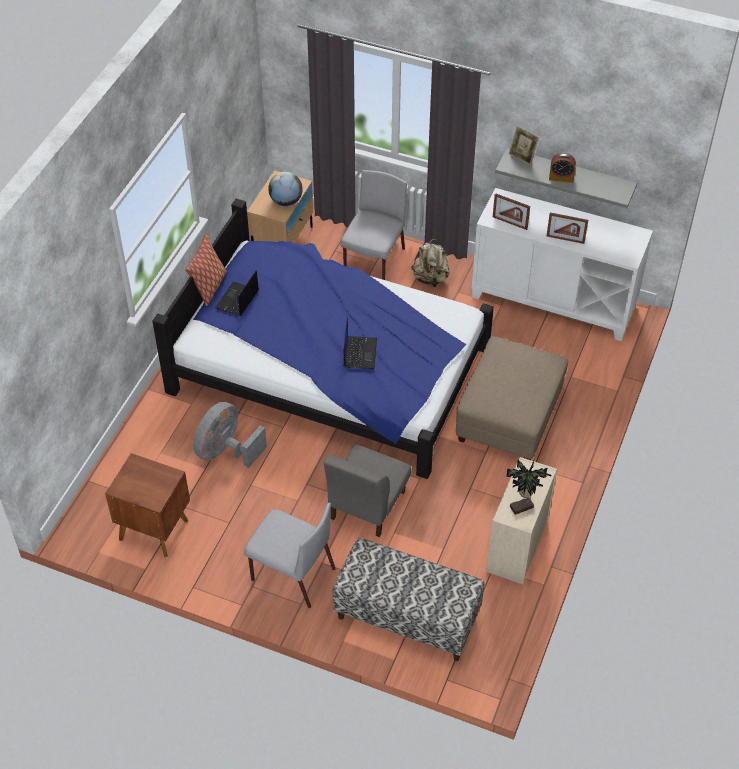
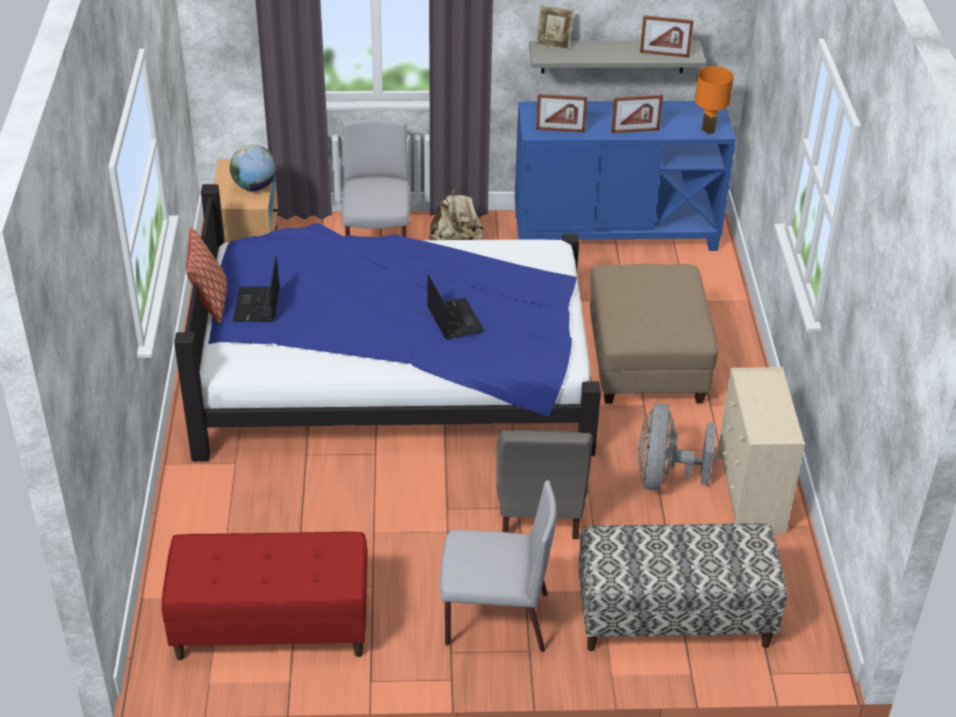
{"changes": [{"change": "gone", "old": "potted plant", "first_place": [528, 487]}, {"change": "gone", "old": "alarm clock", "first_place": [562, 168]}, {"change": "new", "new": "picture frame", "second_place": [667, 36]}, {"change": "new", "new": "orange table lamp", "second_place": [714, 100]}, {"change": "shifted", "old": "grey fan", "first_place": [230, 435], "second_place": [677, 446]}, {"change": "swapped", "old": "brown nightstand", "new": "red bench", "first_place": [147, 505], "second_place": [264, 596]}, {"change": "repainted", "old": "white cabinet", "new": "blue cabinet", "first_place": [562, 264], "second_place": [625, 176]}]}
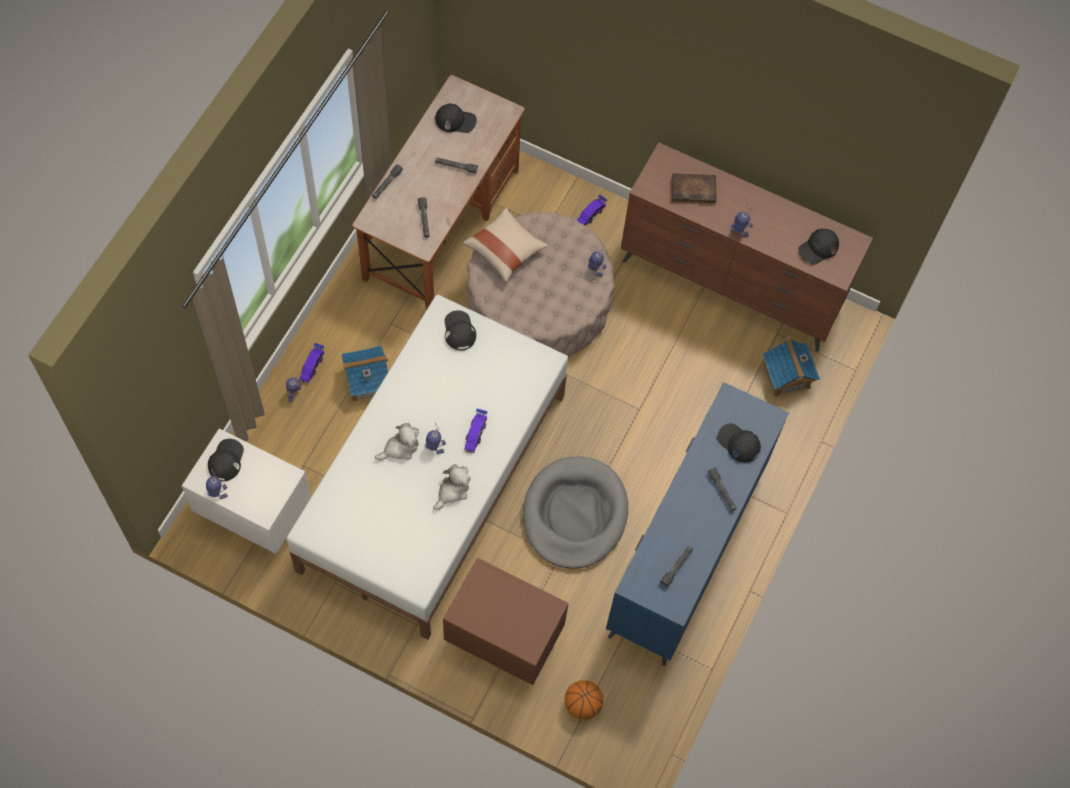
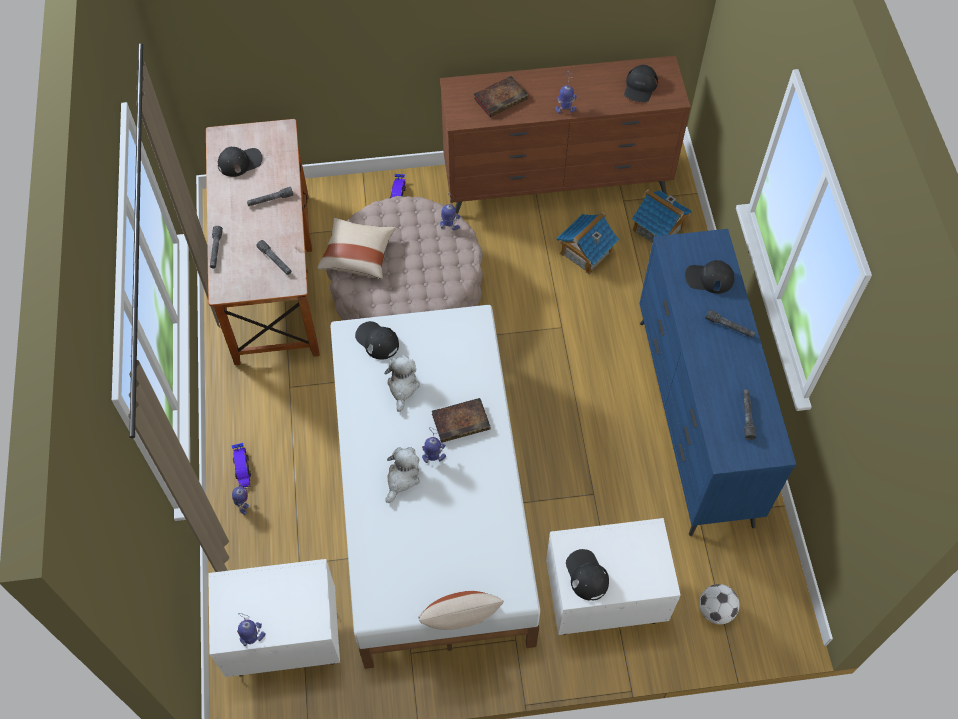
{"changes": [{"change": "gone", "old": "grey dog bed", "first_place": [575, 513]}, {"change": "new", "new": "beige pillow", "second_place": [461, 610]}, {"change": "shifted", "old": "black cap", "first_place": [226, 460], "second_place": [587, 575]}, {"change": "shifted", "old": "toy house", "first_place": [365, 374], "second_place": [587, 243]}, {"change": "shifted", "old": "plush toy", "first_place": [452, 487], "second_place": [402, 383]}, {"change": "swapped", "old": "toy car", "new": "book", "first_place": [476, 430], "second_place": [461, 420]}, {"change": "swapped", "old": "basketball", "new": "football", "first_place": [583, 700], "second_place": [719, 604]}, {"change": "repainted", "old": "brown nightstand", "new": "white nightstand", "first_place": [506, 621], "second_place": [613, 576]}]}
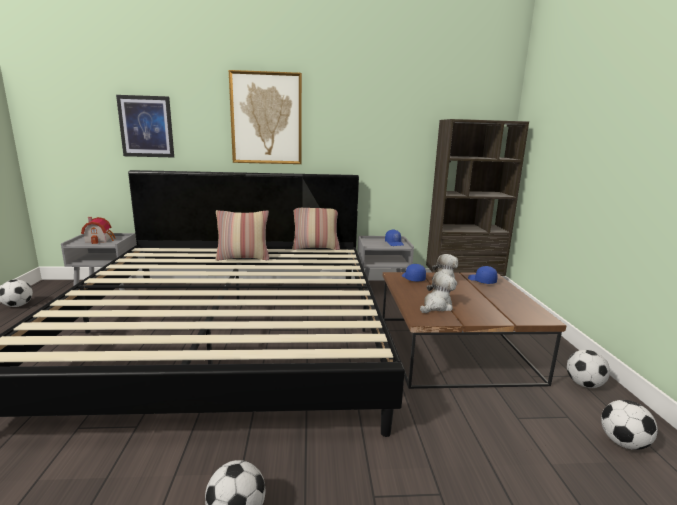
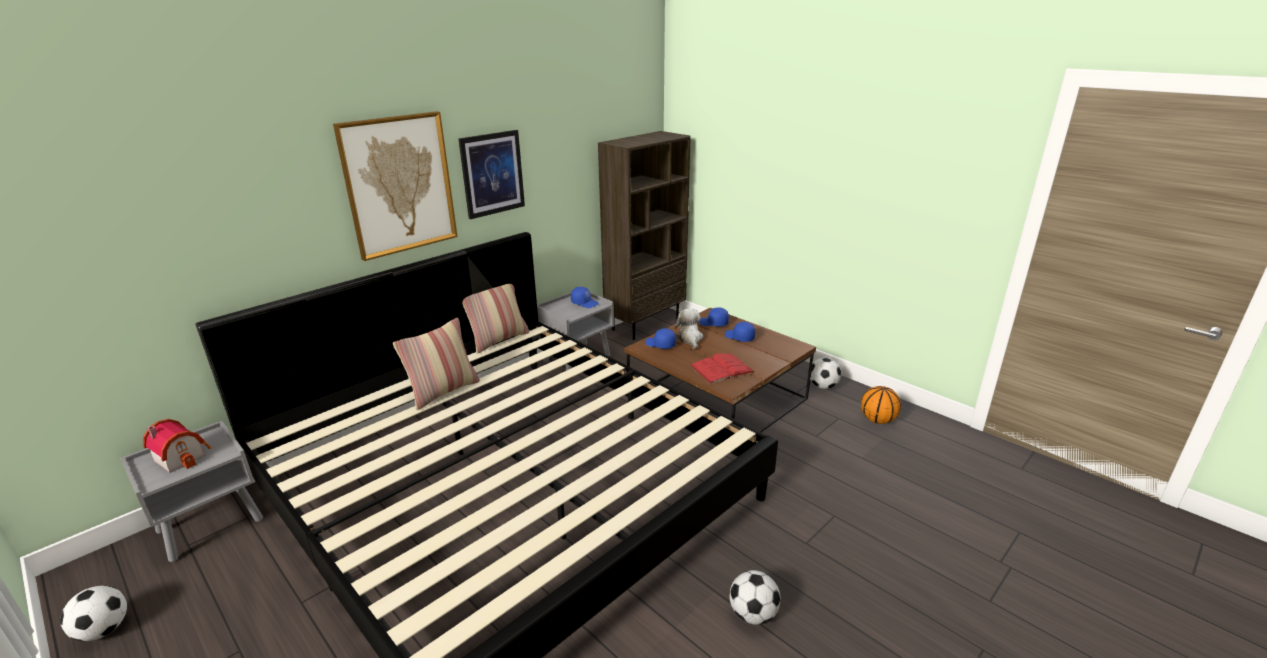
{"changes": [{"change": "new", "new": "blue cap", "second_place": [740, 332]}, {"change": "shifted", "old": "picture", "first_place": [145, 126], "second_place": [492, 174]}, {"change": "swapped", "old": "plush toy", "new": "red book", "first_place": [438, 293], "second_place": [722, 368]}, {"change": "swapped", "old": "football", "new": "basketball", "first_place": [629, 425], "second_place": [881, 405]}]}
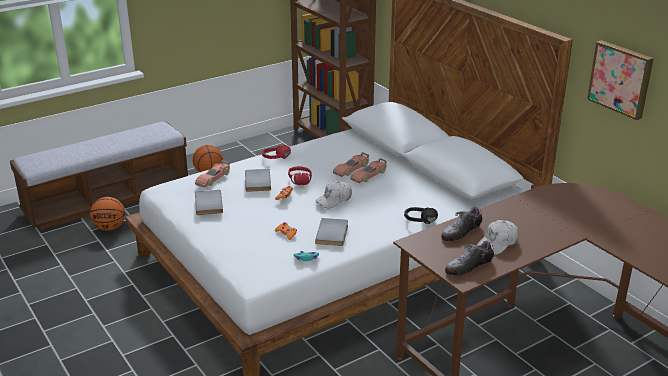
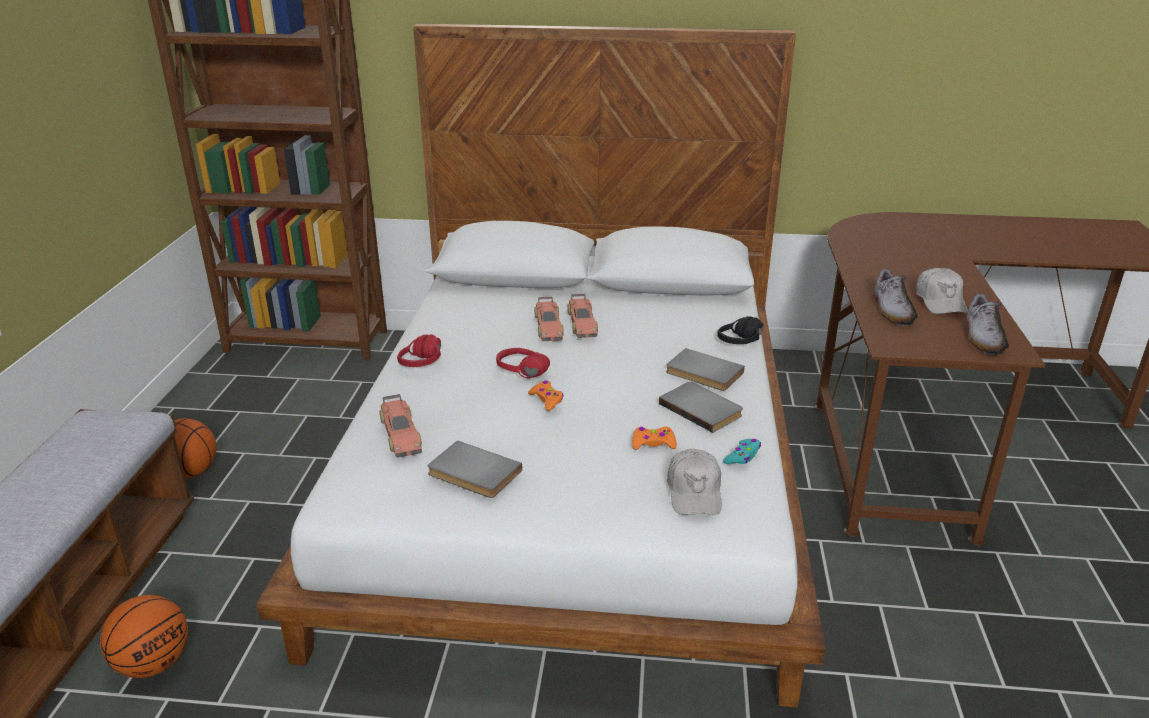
{"changes": [{"change": "gone", "old": "picture", "first_place": [620, 80]}, {"change": "shifted", "old": "grey book", "first_place": [258, 180], "second_place": [705, 369]}, {"change": "shifted", "old": "white cap", "first_place": [334, 195], "second_place": [694, 482]}]}
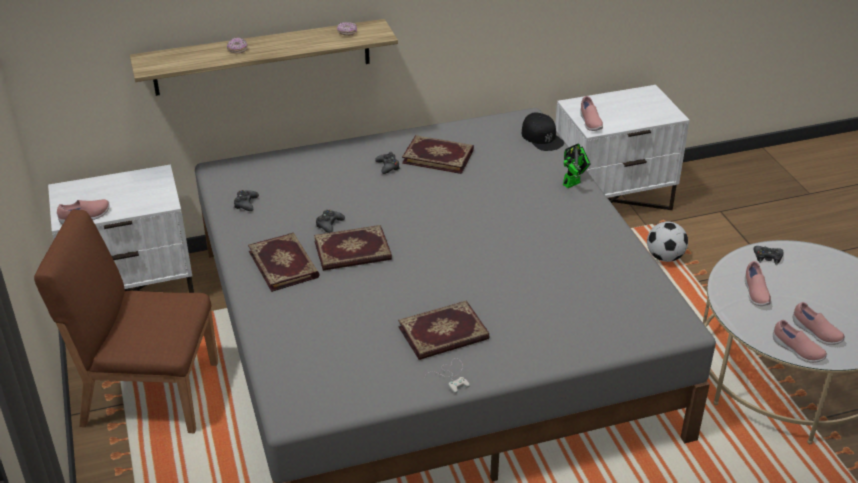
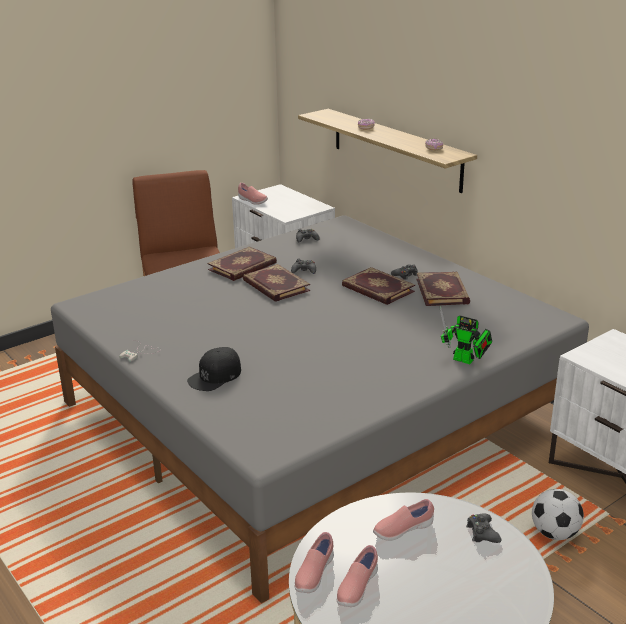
{"changes": [{"change": "gone", "old": "pink shoe", "first_place": [591, 113]}, {"change": "shifted", "old": "book", "first_place": [444, 330], "second_place": [378, 286]}, {"change": "shifted", "old": "black cap", "first_place": [543, 131], "second_place": [214, 369]}]}
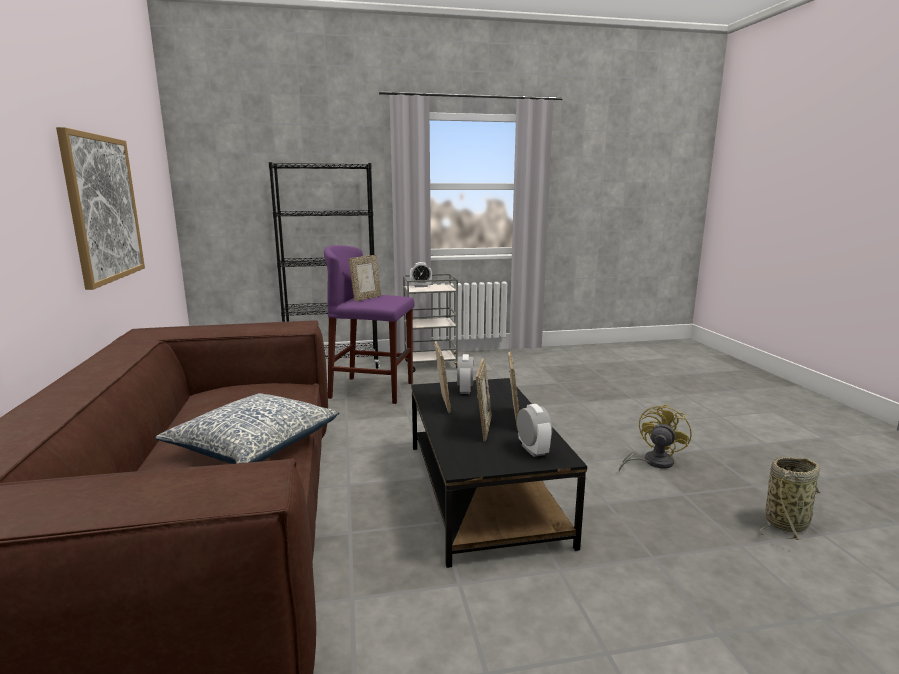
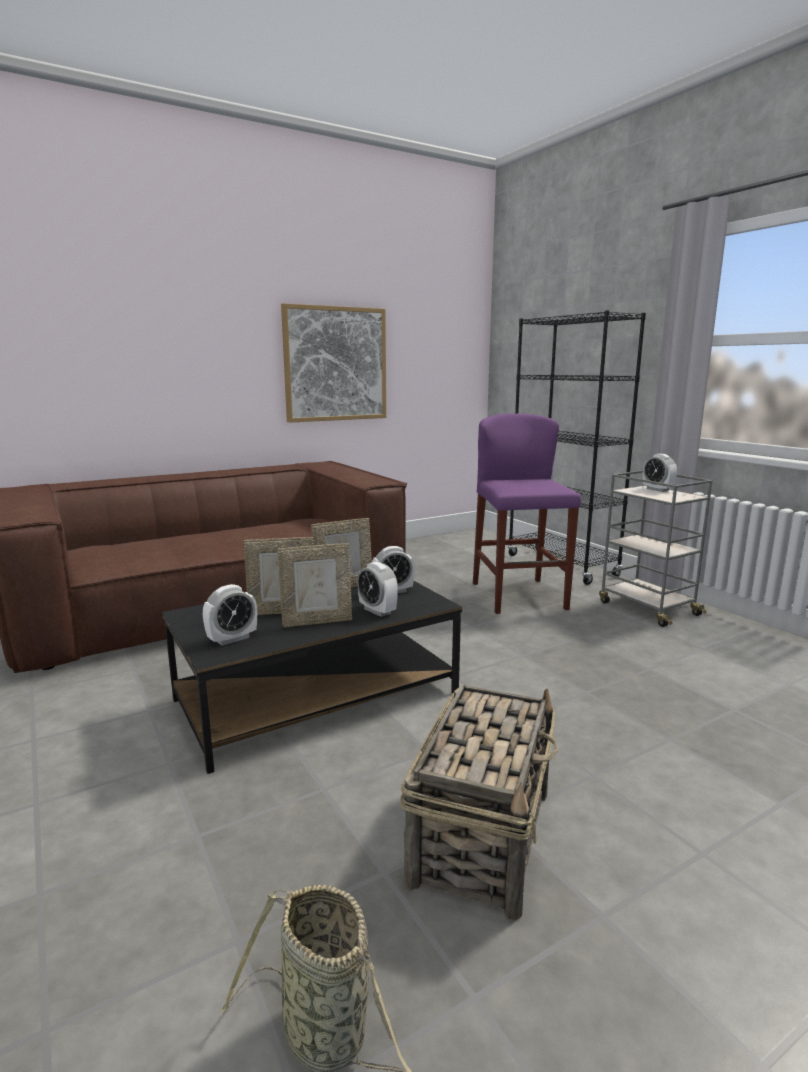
{"changes": [{"change": "gone", "old": "pillow", "first_place": [248, 428]}, {"change": "gone", "old": "picture frame", "first_place": [365, 278]}, {"change": "new", "new": "alarm clock", "second_place": [377, 589]}, {"change": "swapped", "old": "yellow fan", "new": "basket", "first_place": [655, 437], "second_place": [479, 802]}]}
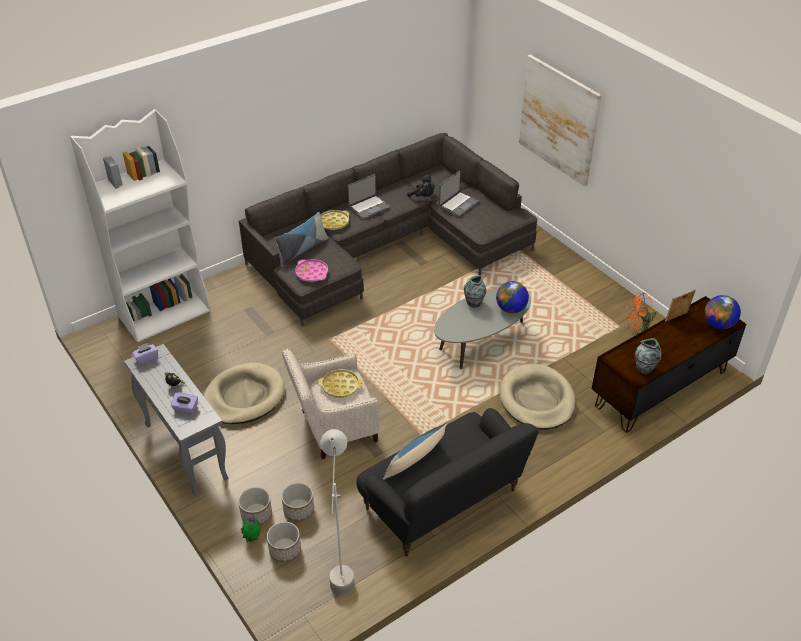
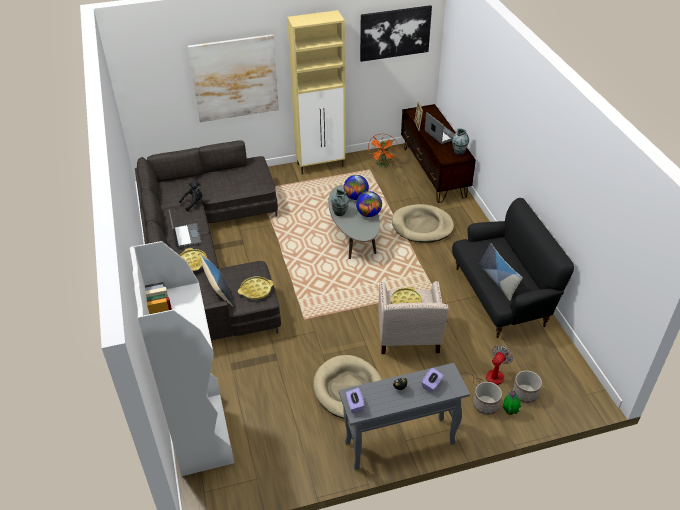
{"changes": [{"change": "gone", "old": "grey floor lamp", "first_place": [337, 512]}, {"change": "new", "new": "beige cabinet", "second_place": [316, 92]}, {"change": "new", "new": "picture", "second_place": [396, 33]}, {"change": "shifted", "old": "laptop", "first_place": [459, 194], "second_place": [439, 128]}, {"change": "shifted", "old": "globe", "first_place": [723, 312], "second_place": [369, 204]}, {"change": "swapped", "old": "planter", "new": "fan", "first_place": [297, 502], "second_place": [487, 365]}, {"change": "repainted", "old": "pink tray", "new": "yellow tray", "first_place": [311, 270], "second_place": [256, 288]}]}
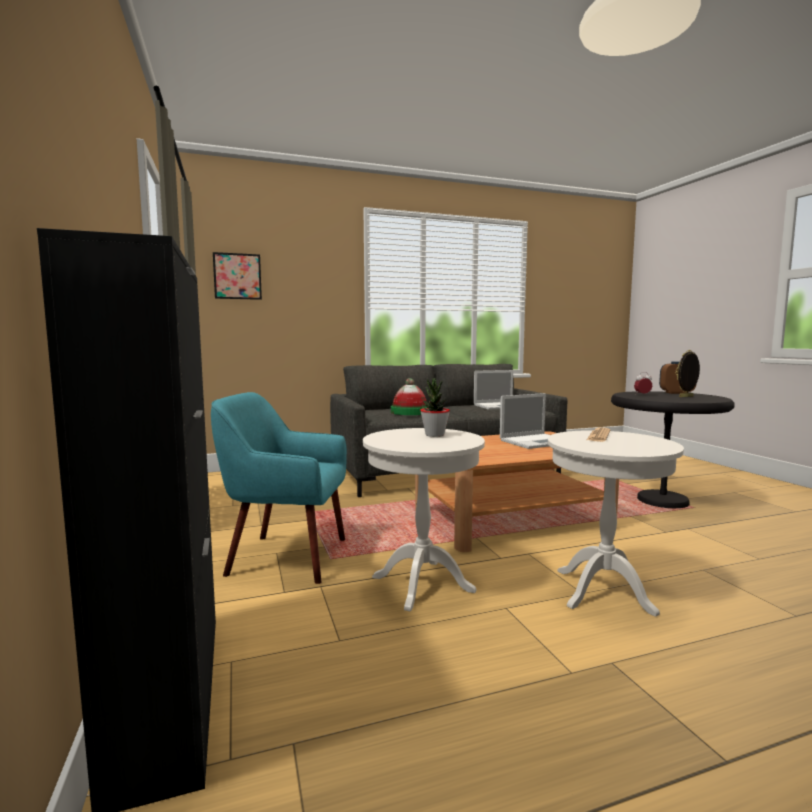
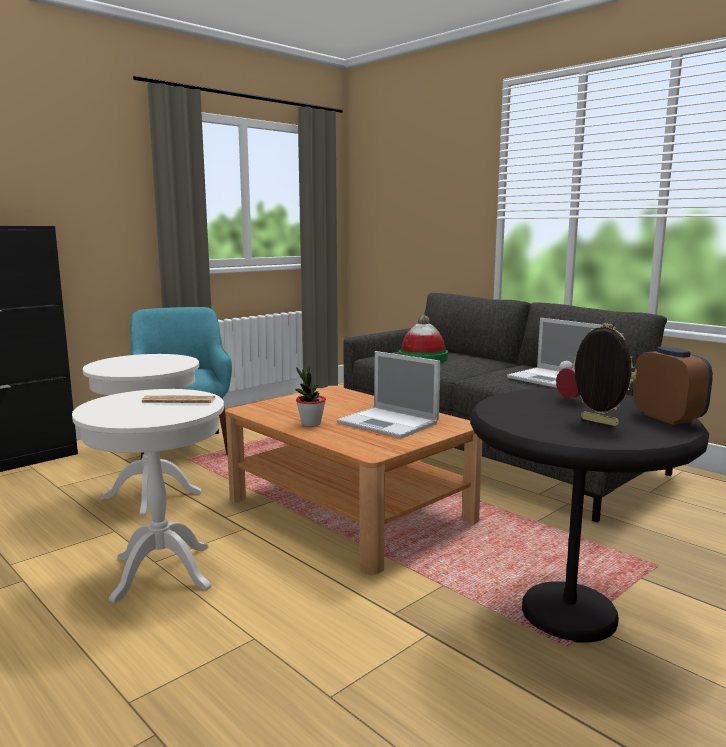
{"changes": [{"change": "gone", "old": "picture", "first_place": [237, 276]}, {"change": "shifted", "old": "potted plant", "first_place": [435, 407], "second_place": [310, 397]}]}
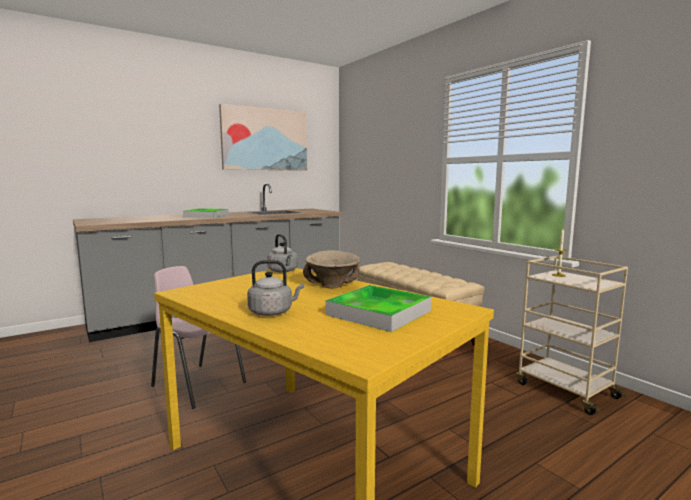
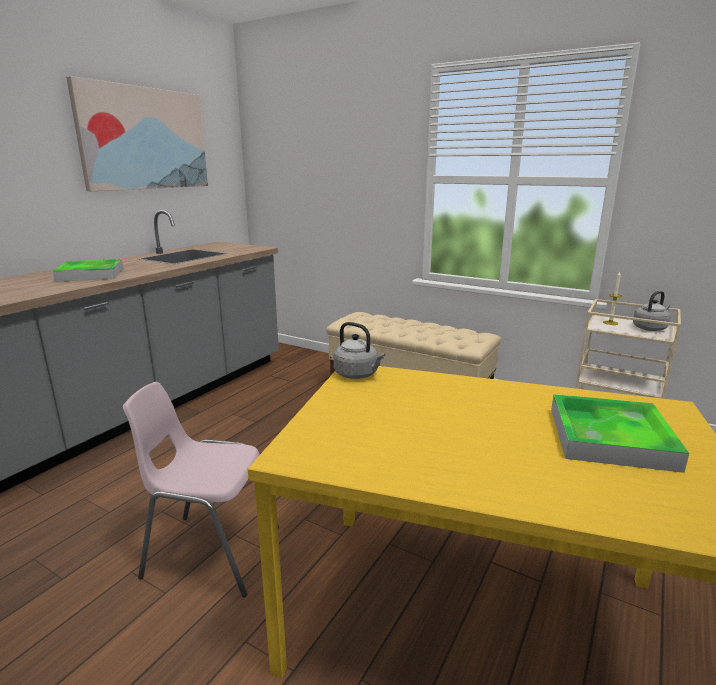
{"changes": [{"change": "gone", "old": "beige bowl", "first_place": [331, 269]}, {"change": "shifted", "old": "grey kettle", "first_place": [275, 288], "second_place": [651, 311]}]}
